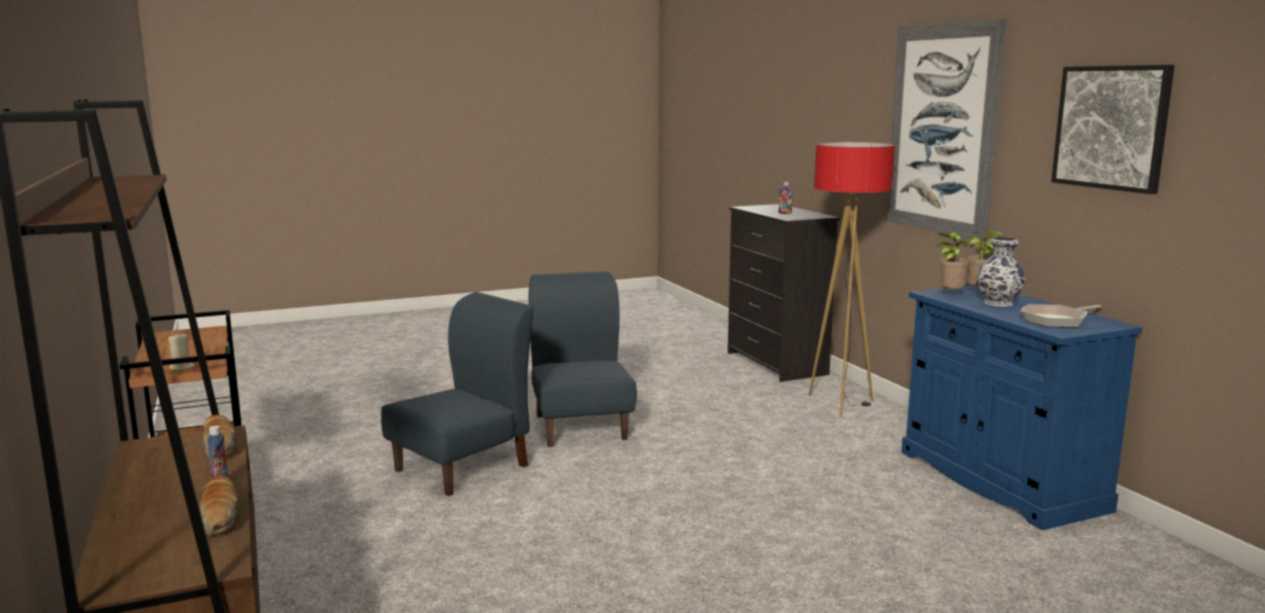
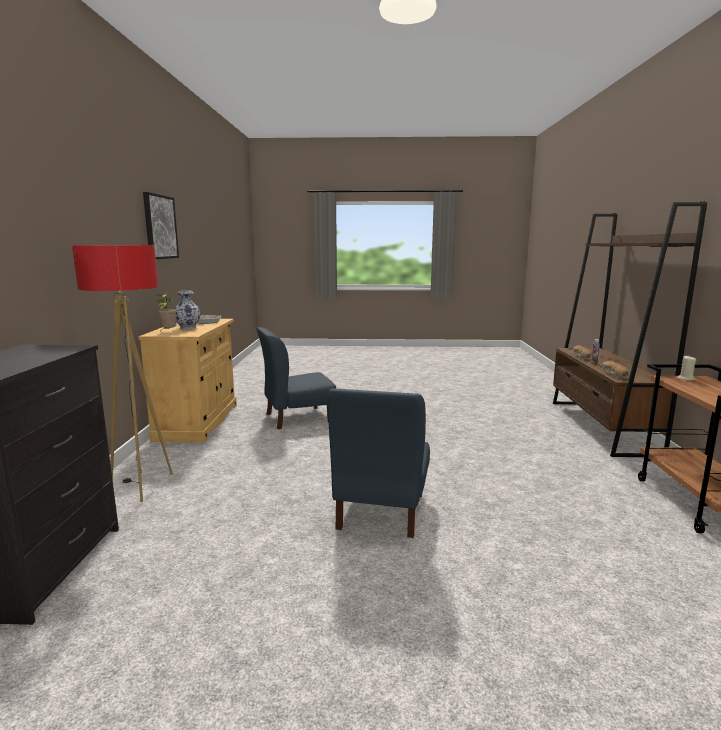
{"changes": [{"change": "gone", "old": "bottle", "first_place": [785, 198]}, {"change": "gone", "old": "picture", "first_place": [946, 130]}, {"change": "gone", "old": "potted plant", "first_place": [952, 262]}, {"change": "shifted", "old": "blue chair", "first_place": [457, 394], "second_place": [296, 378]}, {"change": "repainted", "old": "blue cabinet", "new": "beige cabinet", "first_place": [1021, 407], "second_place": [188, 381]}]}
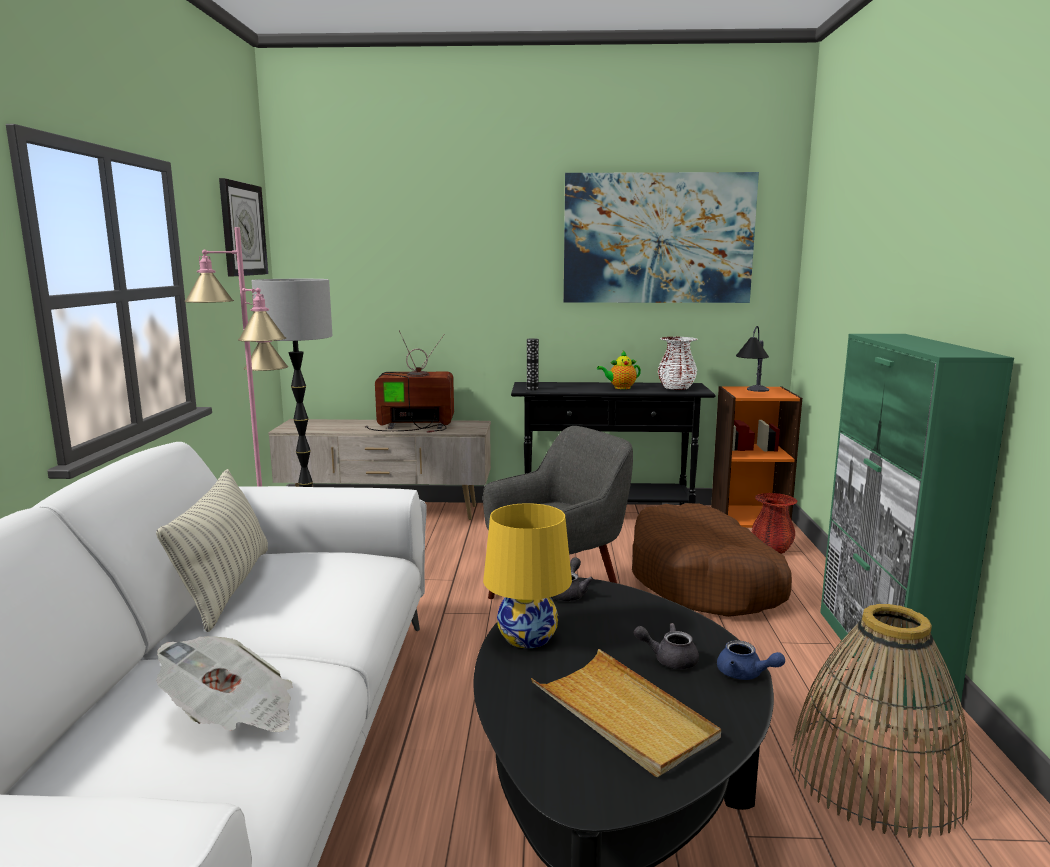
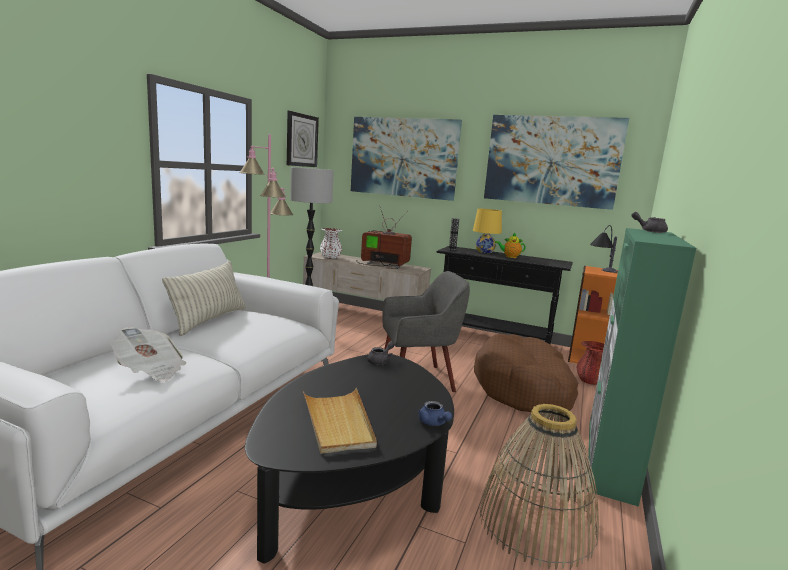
{"changes": [{"change": "new", "new": "picture", "second_place": [406, 159]}, {"change": "shifted", "old": "yellow table lamp", "first_place": [527, 575], "second_place": [487, 231]}, {"change": "shifted", "old": "grey teapot", "first_place": [666, 646], "second_place": [649, 222]}, {"change": "shifted", "old": "white vase", "first_place": [678, 363], "second_place": [331, 243]}]}
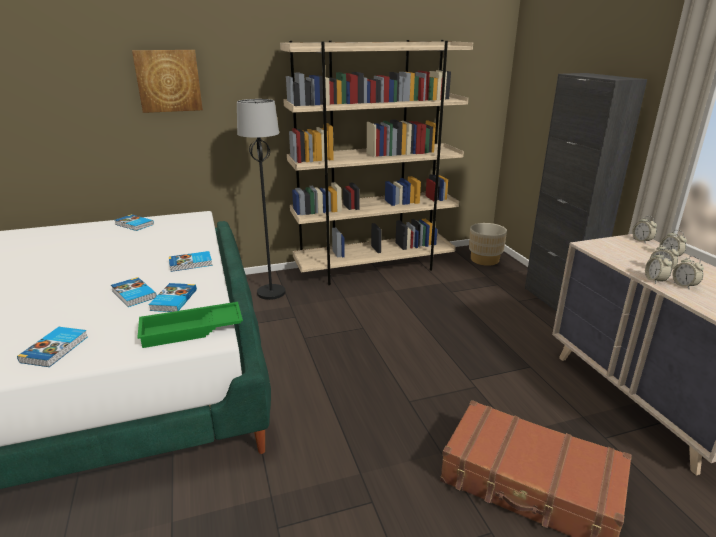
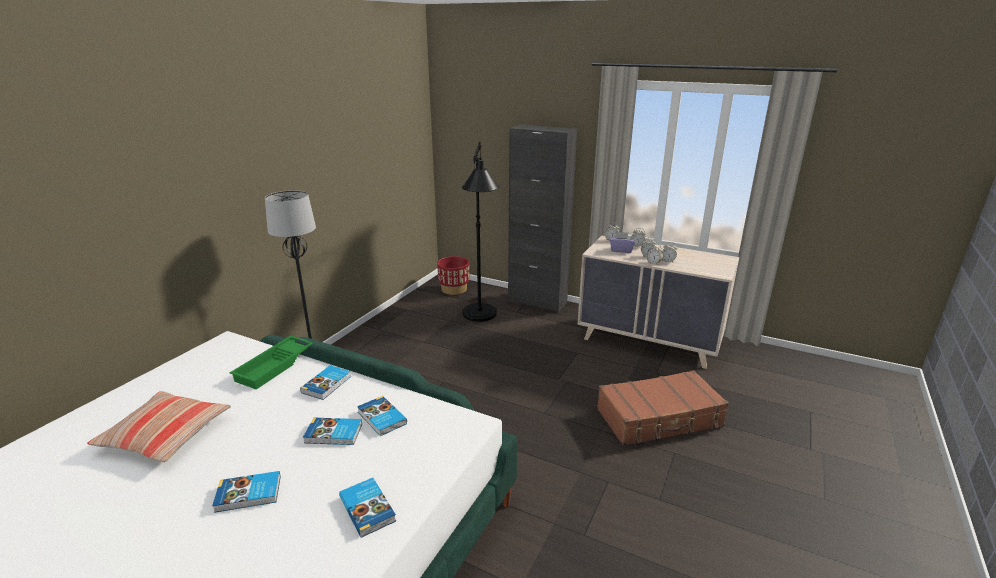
{"changes": [{"change": "gone", "old": "picture", "first_place": [167, 81]}, {"change": "gone", "old": "beige bookcase", "first_place": [376, 162]}, {"change": "new", "new": "pillow", "second_place": [159, 426]}, {"change": "new", "new": "black floor lamp", "second_place": [481, 231]}, {"change": "new", "new": "purple tissue box", "second_place": [622, 242]}, {"change": "shifted", "old": "book", "first_place": [134, 222], "second_place": [246, 492]}, {"change": "shifted", "old": "green tray", "first_place": [190, 325], "second_place": [271, 362]}, {"change": "repainted", "old": "beige planter", "new": "red planter", "first_place": [488, 244], "second_place": [453, 275]}]}
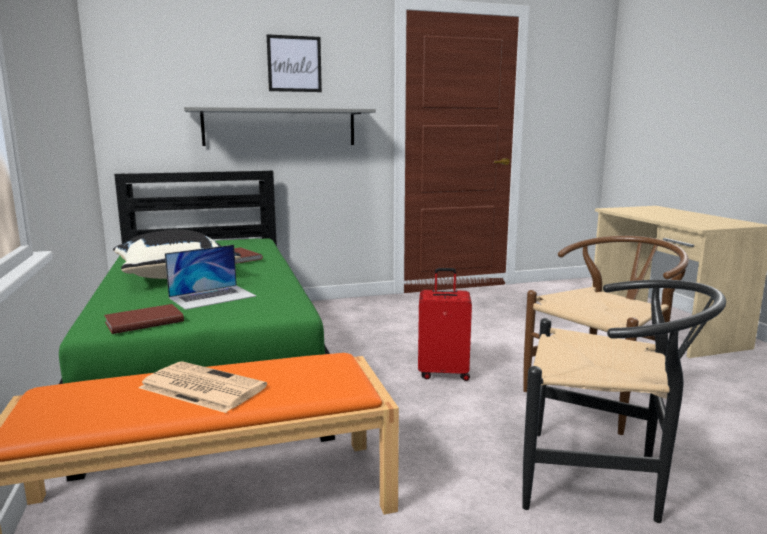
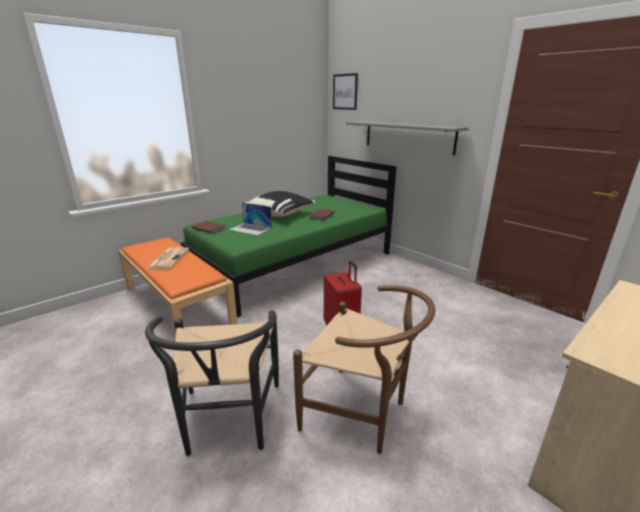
{"changes": [{"change": "shifted", "old": "picture", "first_place": [294, 63], "second_place": [345, 91]}]}
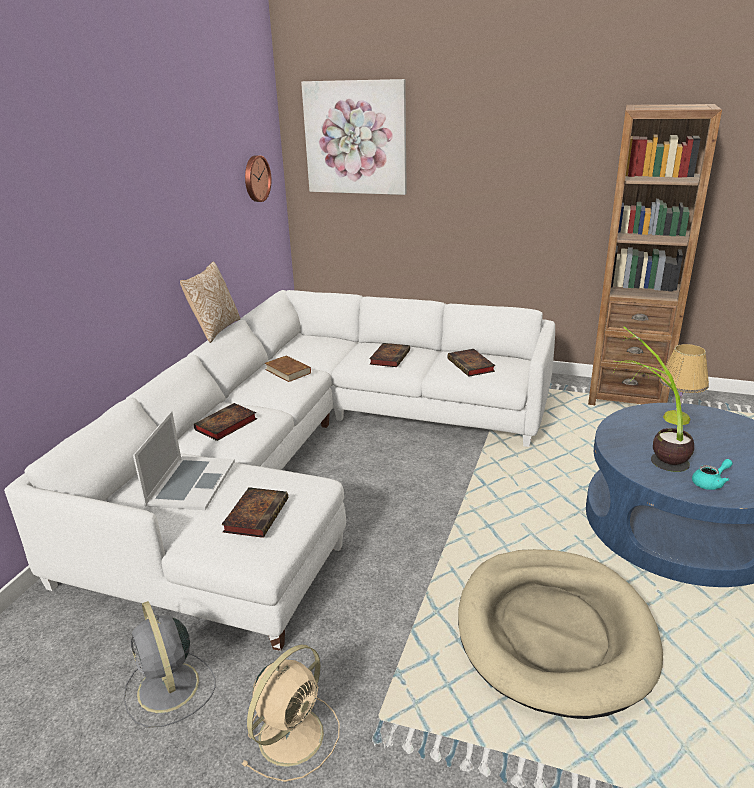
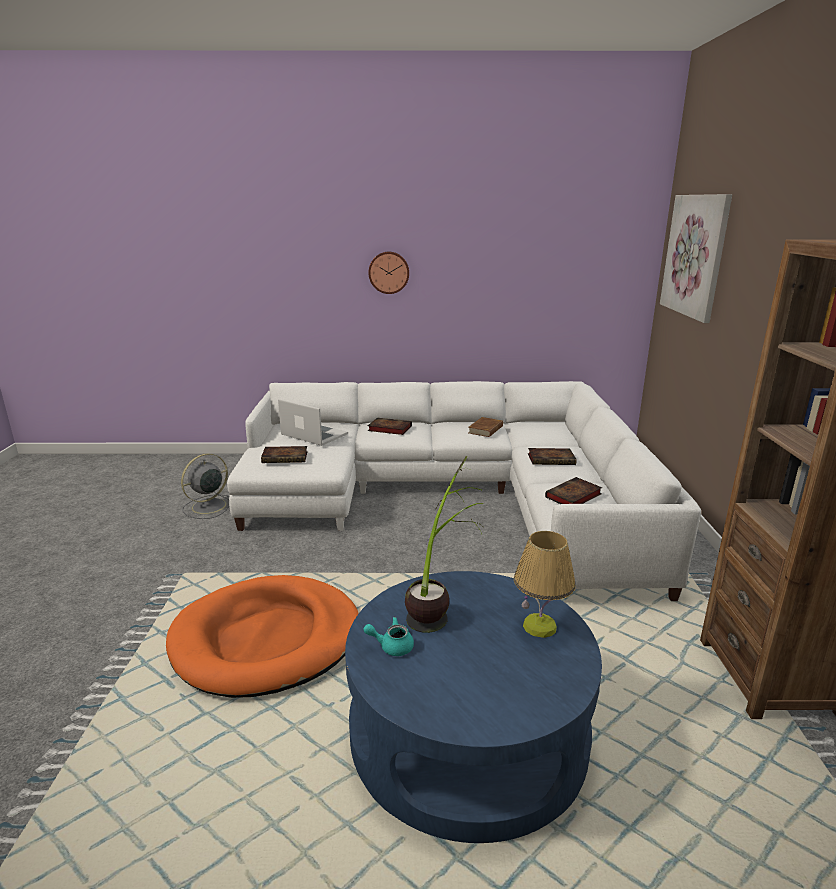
{"changes": [{"change": "gone", "old": "pillow", "first_place": [210, 302]}, {"change": "gone", "old": "beige fan", "first_place": [290, 713]}, {"change": "shifted", "old": "wall clock", "first_place": [258, 178], "second_place": [388, 273]}, {"change": "repainted", "old": "beige dog bed", "new": "orange dog bed", "first_place": [560, 634], "second_place": [262, 636]}, {"change": "rotated", "old": "laptop", "first_place": [184, 460], "second_place": [313, 422], "degrees": -135}, {"change": "rotated", "old": "turquoise teapot", "first_place": [712, 474], "second_place": [389, 636], "degrees": 135}]}
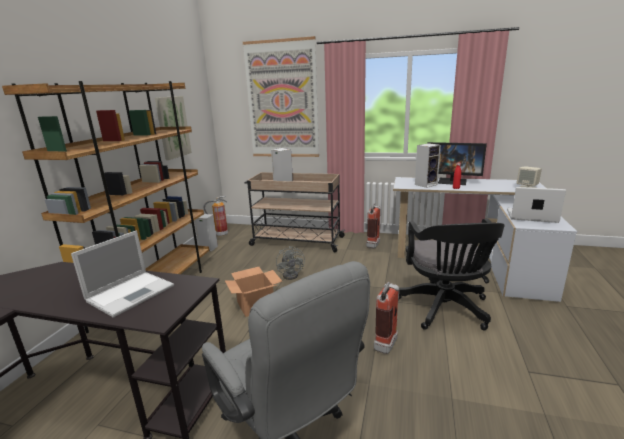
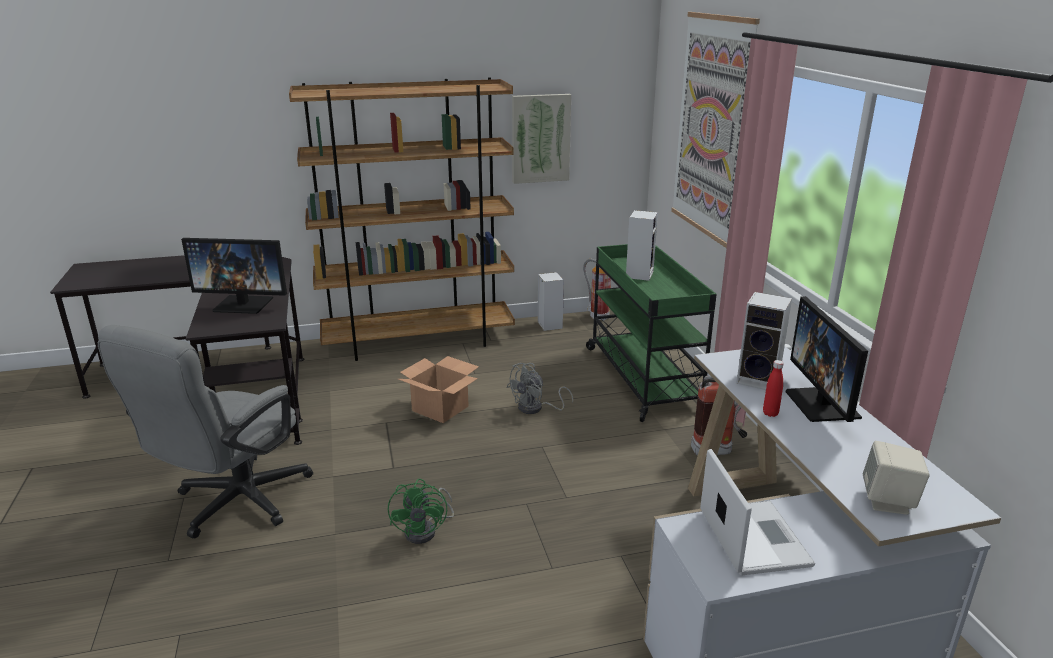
{"changes": [{"change": "gone", "old": "black office chair", "first_place": [452, 274]}, {"change": "swapped", "old": "laptop", "new": "monitor", "first_place": [122, 274], "second_place": [234, 276]}, {"change": "swapped", "old": "fire extinguisher", "new": "green fan", "first_place": [386, 318], "second_place": [421, 511]}, {"change": "repainted", "old": "beige cart", "new": "green cart", "first_place": [294, 212], "second_place": [651, 333]}]}
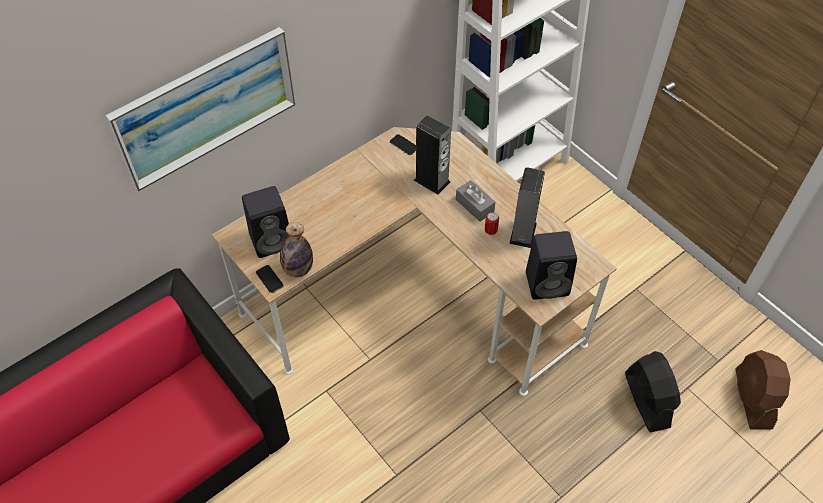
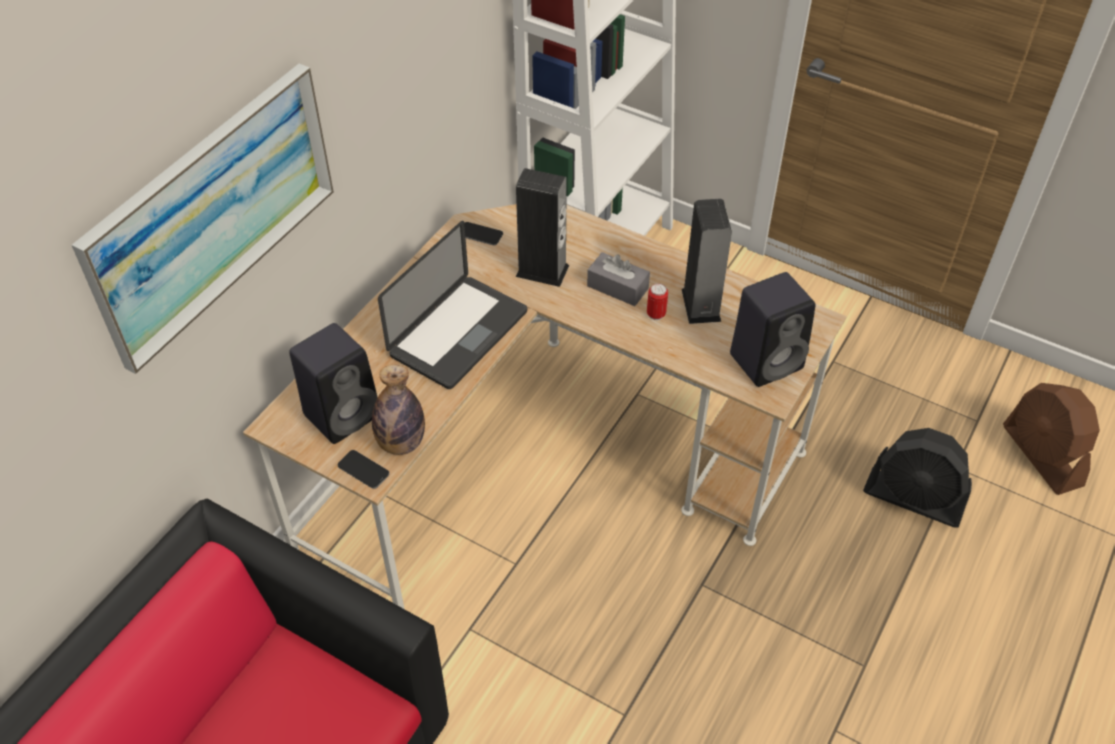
{"changes": [{"change": "new", "new": "laptop", "second_place": [452, 305]}, {"change": "rotated", "old": "black fan", "first_place": [653, 392], "second_place": [917, 478], "degrees": 150}]}
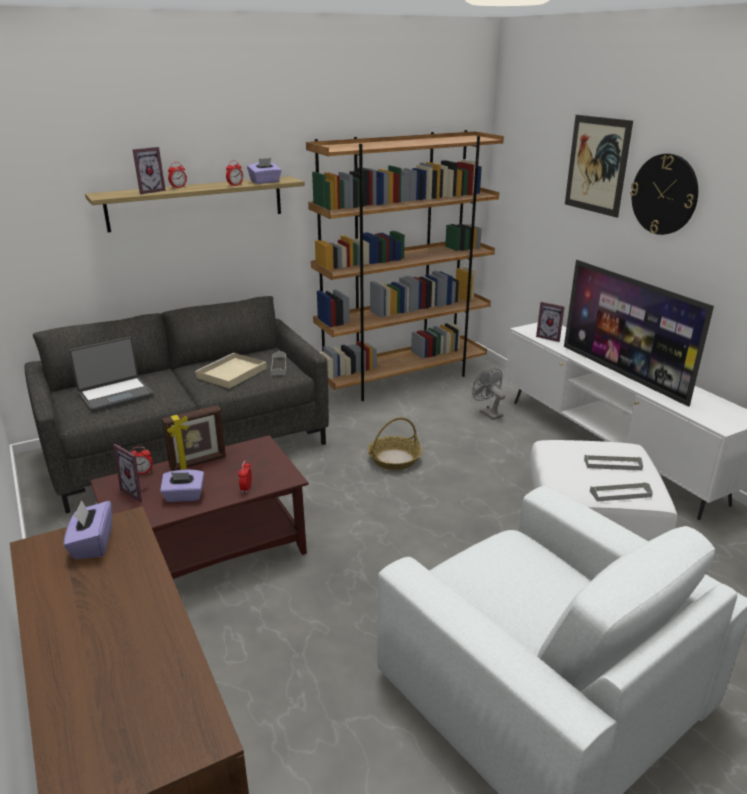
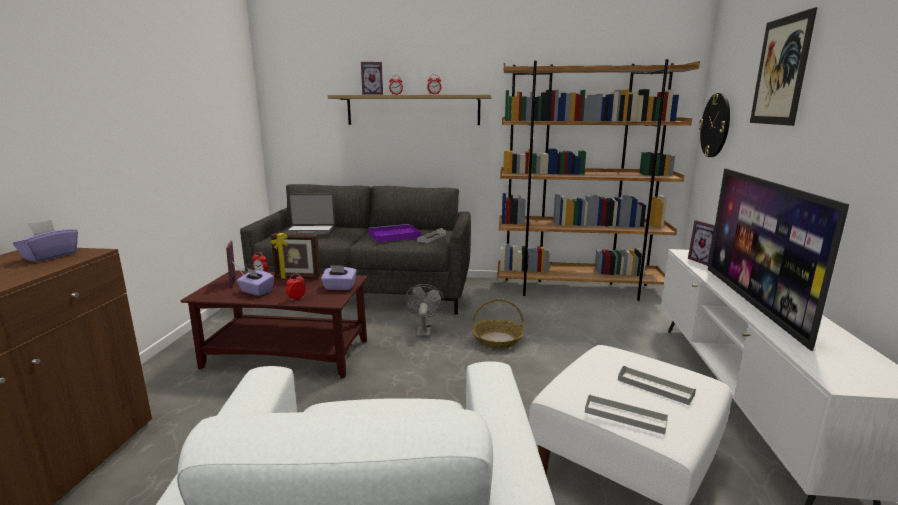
{"changes": [{"change": "shifted", "old": "purple tissue box", "first_place": [264, 171], "second_place": [339, 277]}, {"change": "shifted", "old": "grey fan", "first_place": [488, 394], "second_place": [424, 311]}, {"change": "shifted", "old": "wall clock", "first_place": [664, 194], "second_place": [714, 125]}, {"change": "repainted", "old": "beige tray", "new": "purple tray", "first_place": [231, 370], "second_place": [394, 233]}]}
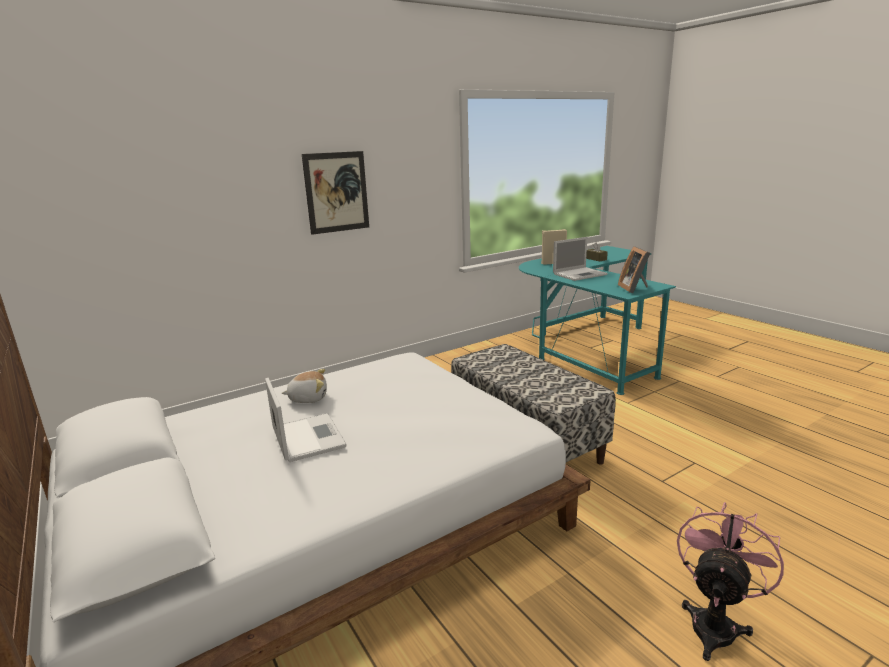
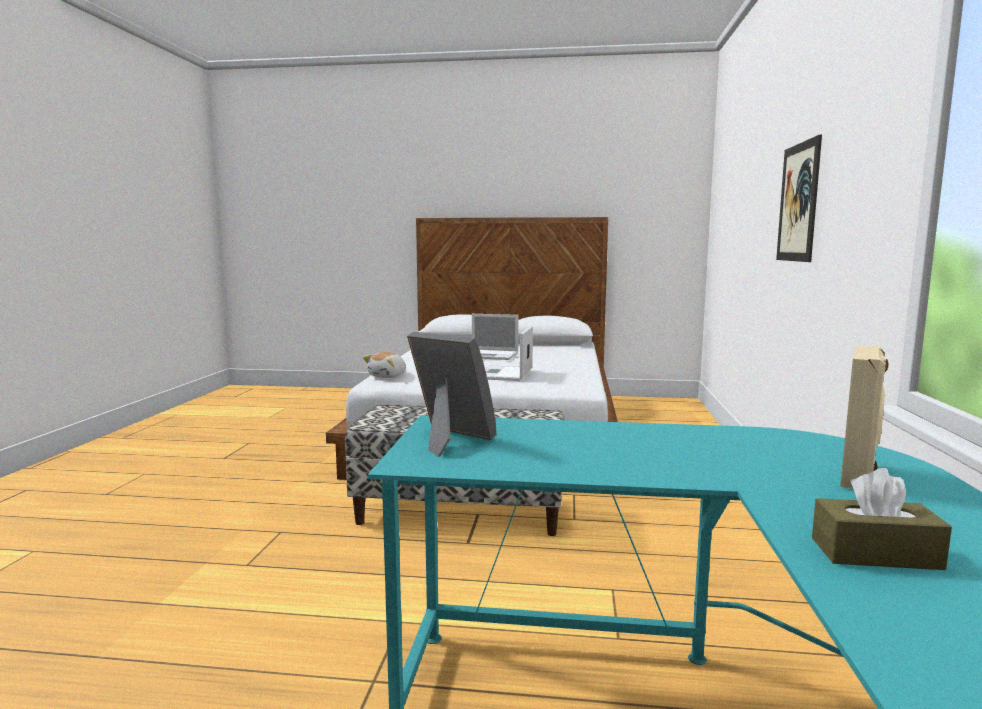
{"changes": [{"change": "gone", "old": "pink fan", "first_place": [730, 581]}, {"change": "shifted", "old": "plush toy", "first_place": [304, 386], "second_place": [384, 365]}, {"change": "shifted", "old": "laptop", "first_place": [580, 259], "second_place": [509, 353]}]}
